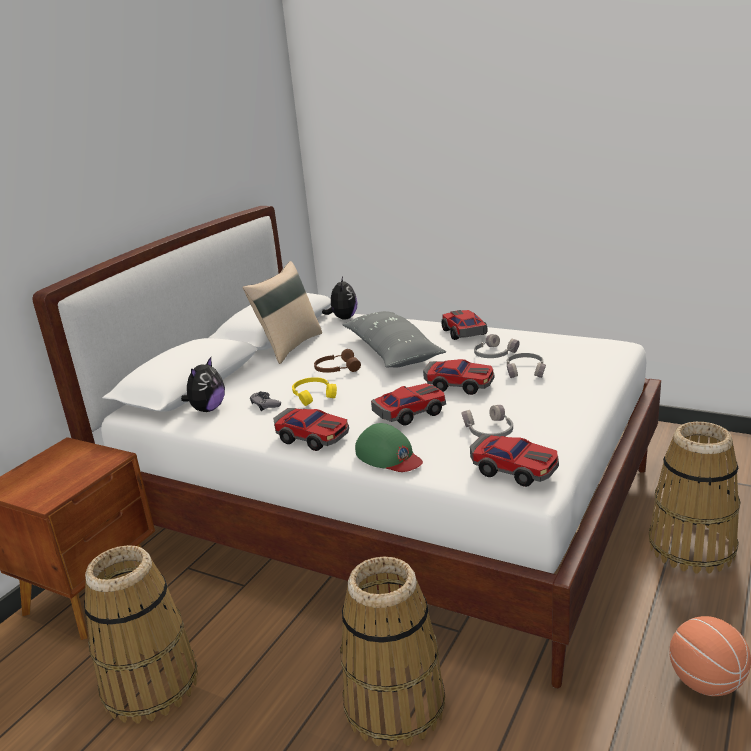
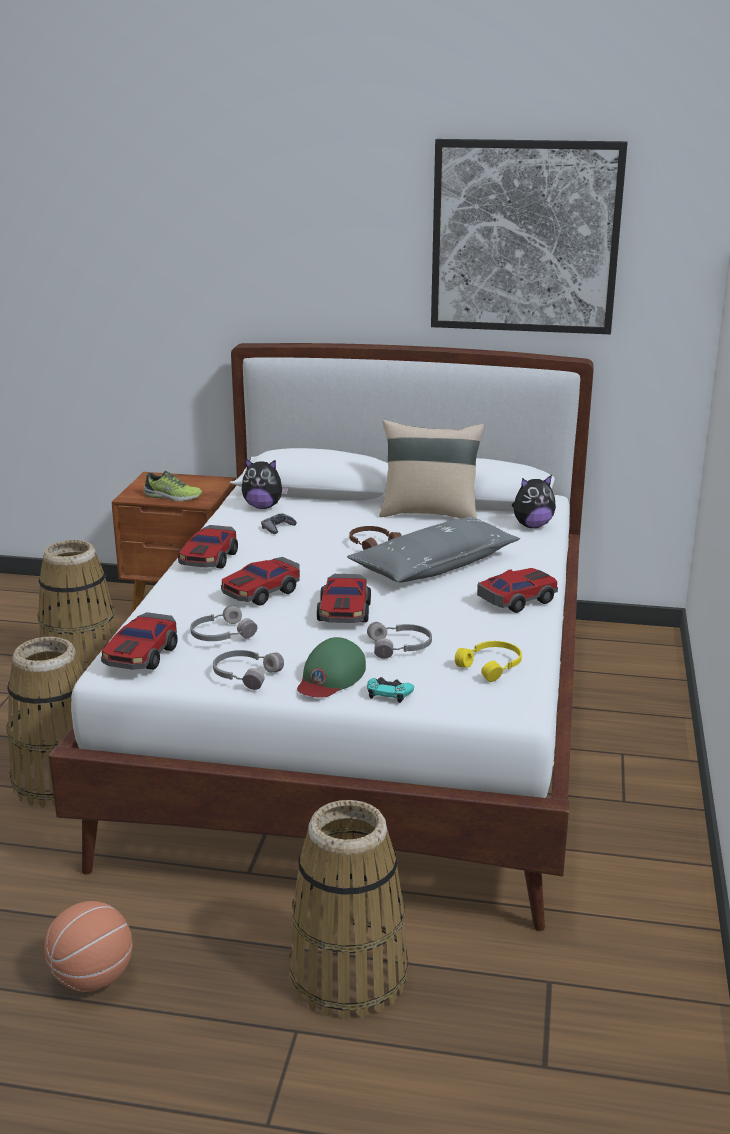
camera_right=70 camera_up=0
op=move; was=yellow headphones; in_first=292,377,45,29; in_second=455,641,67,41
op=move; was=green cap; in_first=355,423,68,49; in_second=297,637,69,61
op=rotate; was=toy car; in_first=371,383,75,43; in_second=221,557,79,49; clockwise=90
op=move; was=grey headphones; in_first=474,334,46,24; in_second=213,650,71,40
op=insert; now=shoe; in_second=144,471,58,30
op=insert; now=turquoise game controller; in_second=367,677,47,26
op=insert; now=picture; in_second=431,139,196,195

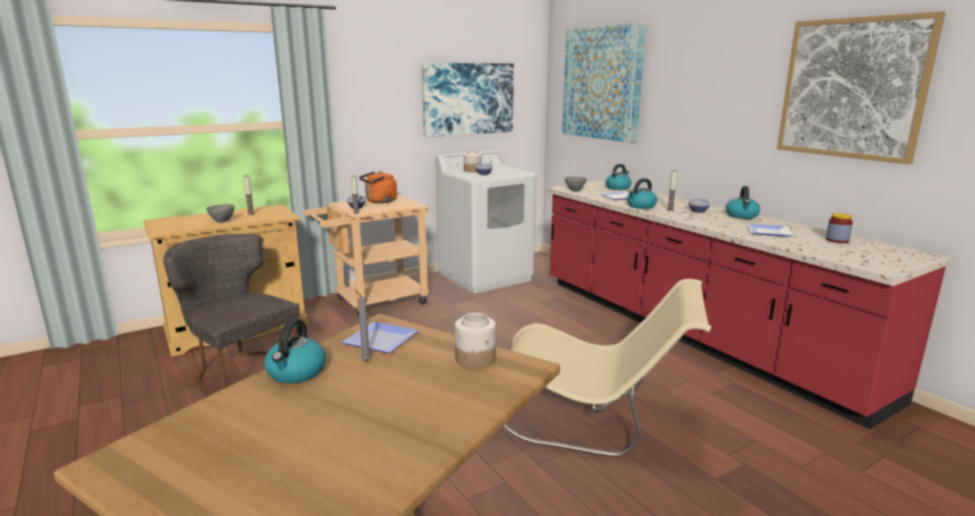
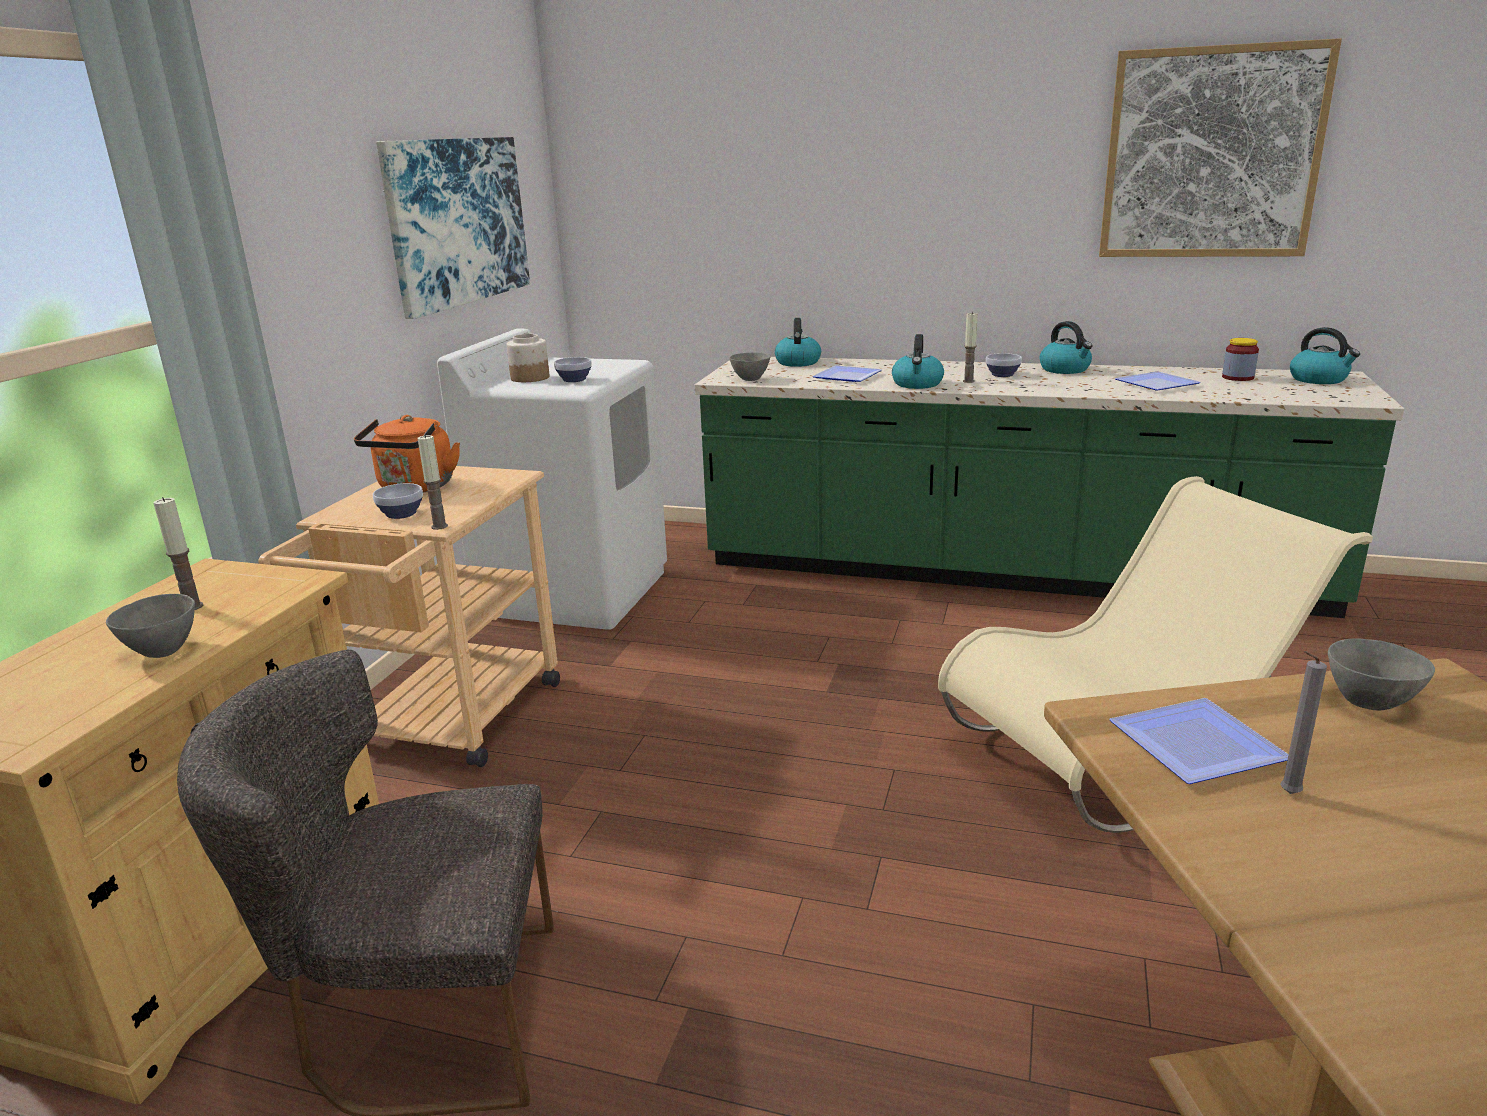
camera_right=-40 camera_up=5
op=move; was=kettle; in_first=264,318,62,65; in_second=1290,327,70,57
op=replace; was=jar; now=grey bowl; in_first=455,313,41,55; in_second=1328,638,107,73
op=recolor; was=red counter; now=green counter; in_first=548,181,402,248; in_second=695,357,709,261
op=delete; was=picture; in_first=562,22,84,121

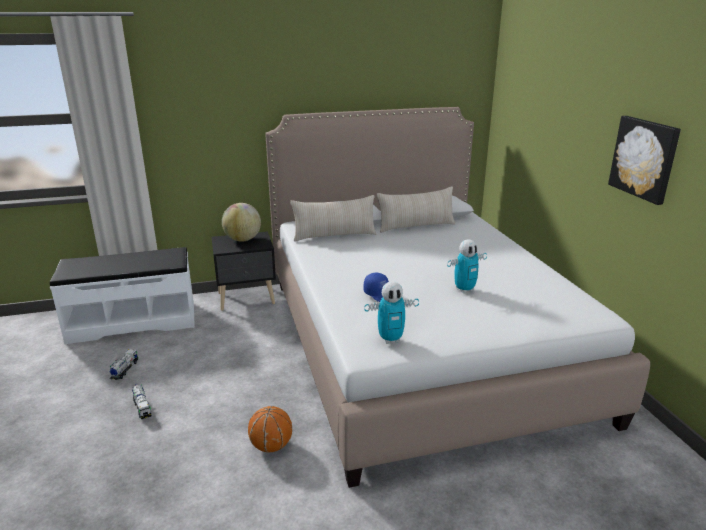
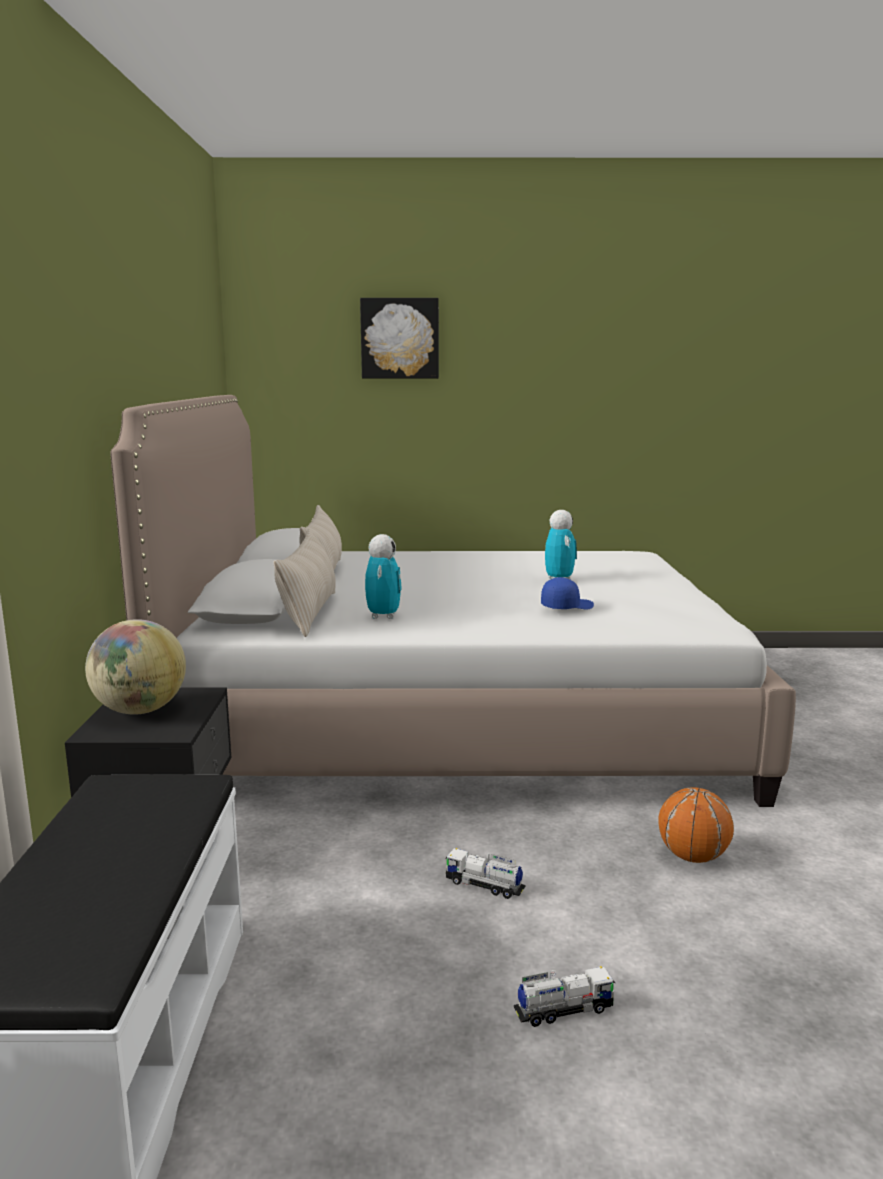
camera_right=-75 camera_up=-10
op=move; was=toy truck; in_first=109,349,29,31; in_second=445,848,80,51
op=move; was=toy robot; in_first=364,281,55,63; in_second=365,534,37,85
op=move; was=picture; in_first=608,116,73,89; in_second=360,298,79,81

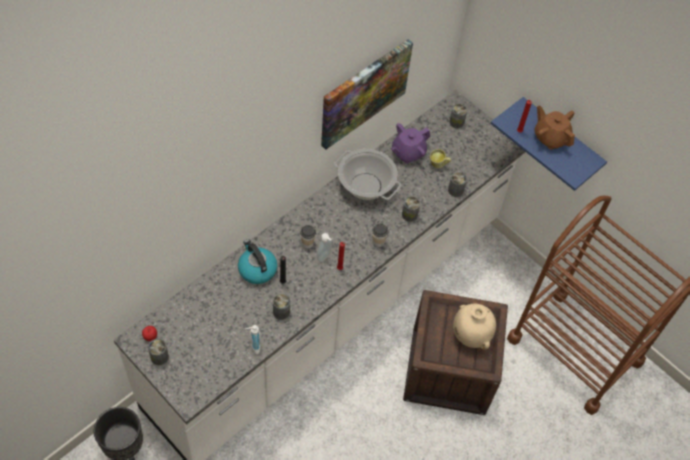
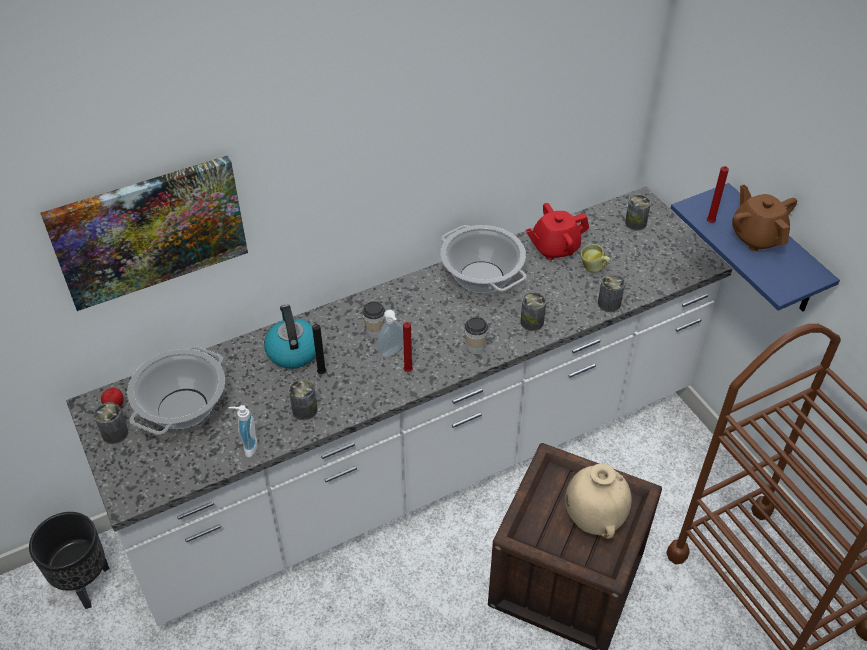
camera_right=20 camera_up=-10
op=move; was=picture; in_first=321,39,92,111; in_second=40,156,208,155
op=recolor; was=purple teapot; now=red teapot; in_first=391,123,39,41; in_second=526,203,63,57
op=insert; now=cooking pot; in_second=127,346,98,89

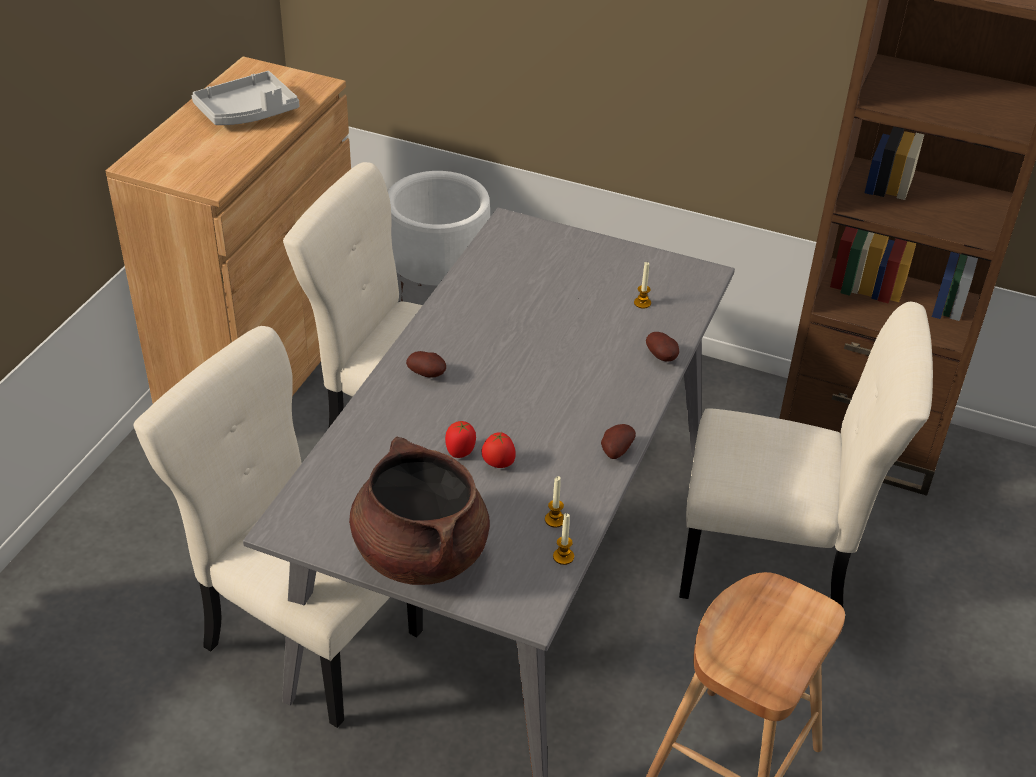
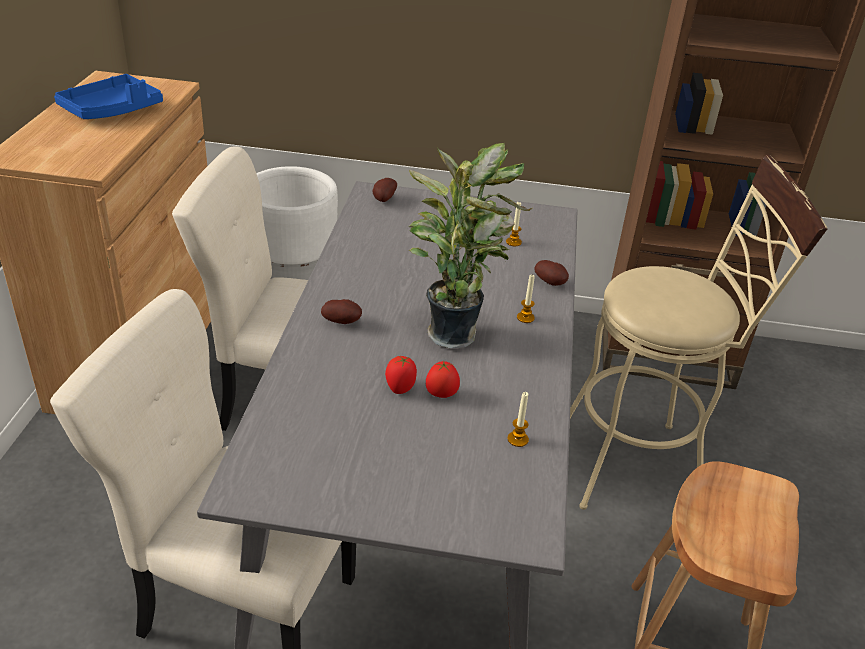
camera_right=-15 camera_up=-5
op=recolor; was=grey tray; now=blue tray; in_first=192,71,107,54; in_second=54,74,109,45
op=delete; was=brown cooking pot; in_first=349,437,141,148
op=move; was=candle; in_first=553,513,21,52; in_second=517,275,18,48
op=move; was=potato; in_first=601,424,35,35; in_second=373,178,24,24
op=replace; was=beige chair; now=beige stool; in_first=679,302,254,307; in_second=570,155,258,355
op=insert; now=potted plant; in_second=409,143,124,205

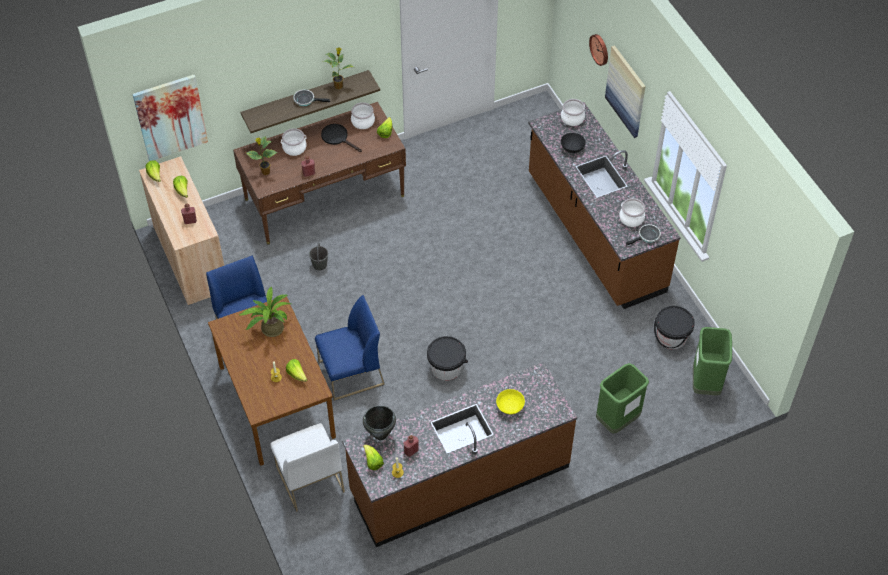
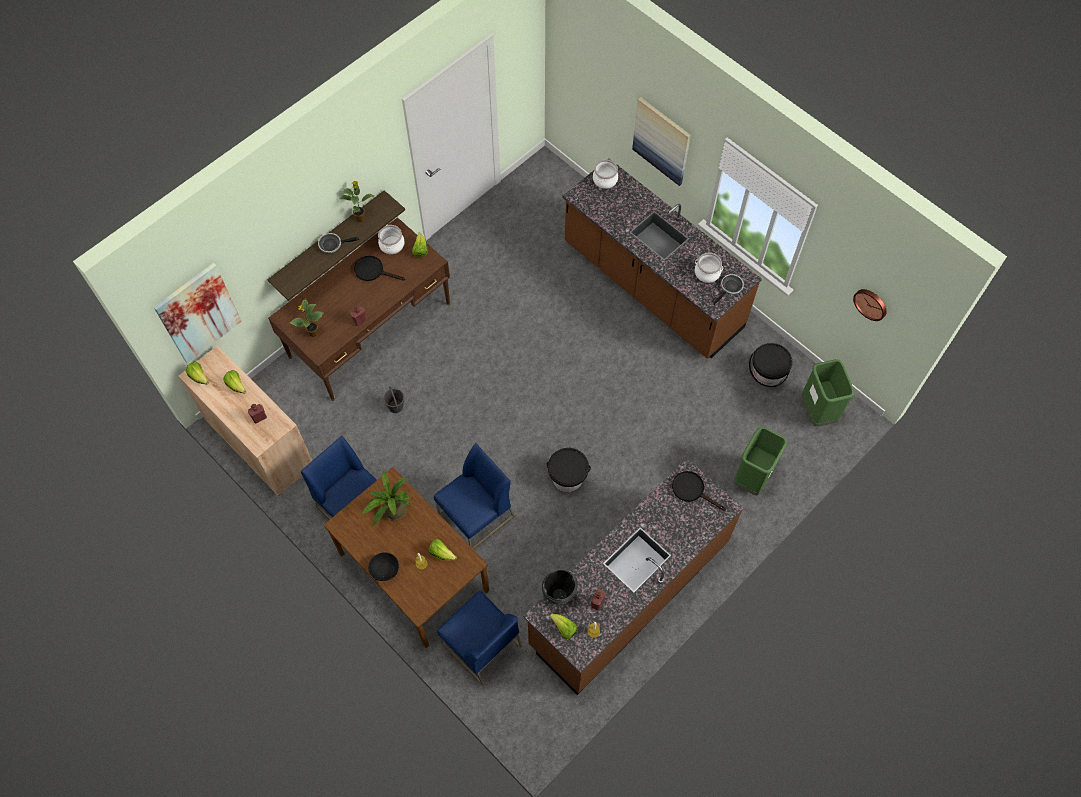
camera_right=-20 camera_up=10
op=recolor; was=white chair; now=blue chair; in_first=270,423,75,89; in_second=437,591,85,95
op=delete; was=cooking pot; in_first=281,128,26,28
op=delete; was=yellow bowl; in_first=496,389,29,25
op=move; was=black bowl; in_first=561,133,25,20; in_second=368,553,31,28
op=move; was=wall clock; in_first=589,34,19,32; in_second=853,289,34,32
op=insert; now=black frying pan; in_second=672,471,54,40

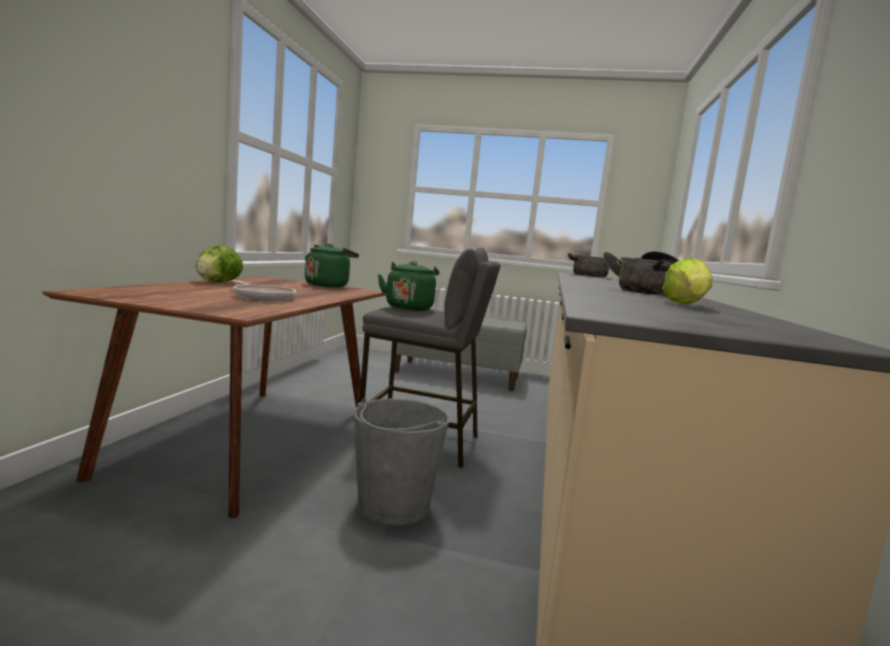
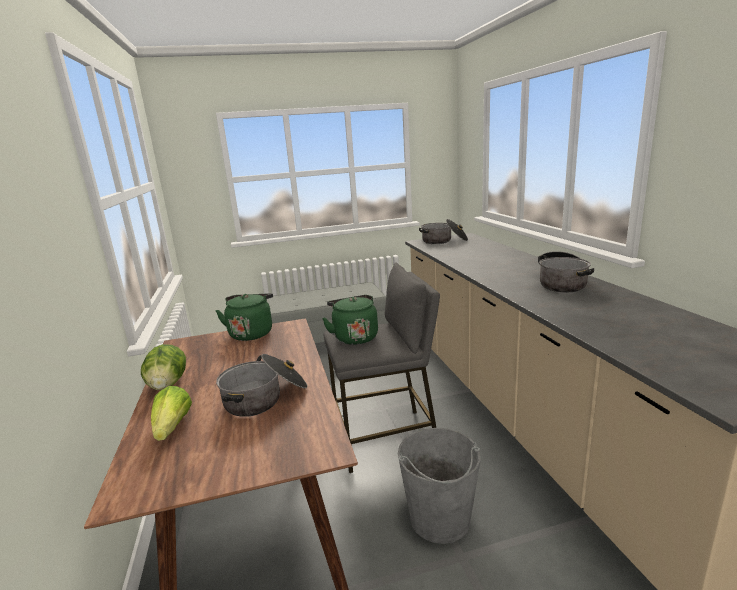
camera_right=-25 camera_up=10
op=replace; was=frying pan; now=cooking pot; in_first=231,280,65,21; in_second=216,354,92,63
op=move; was=lettuce; in_first=662,257,51,47; in_second=151,386,41,55

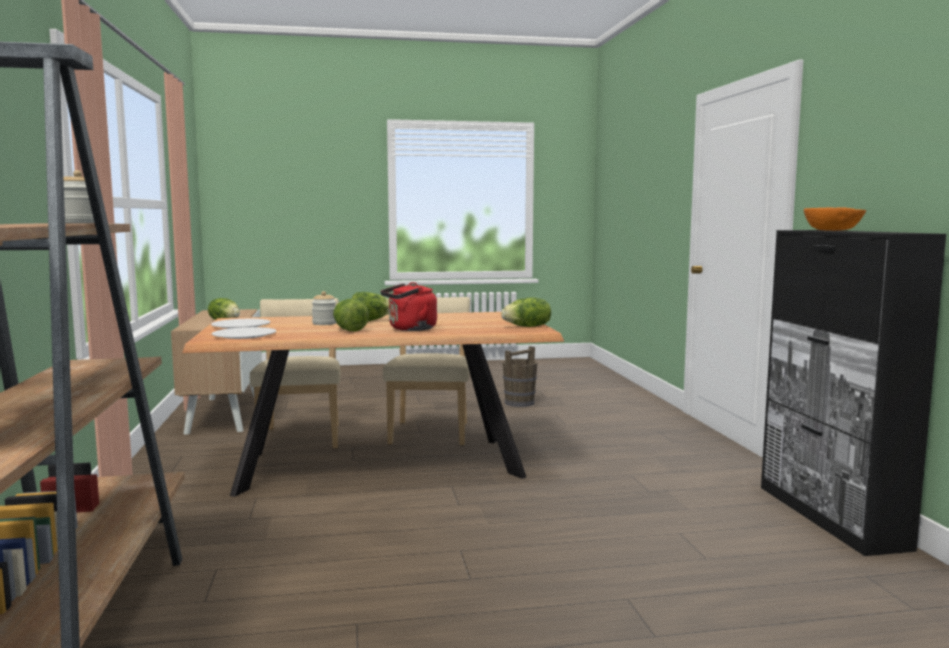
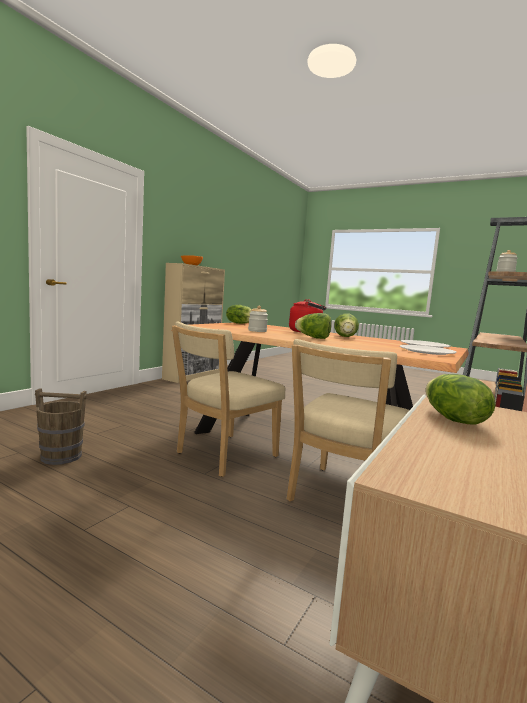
camera_right=-140 camera_up=0
op=move; was=jar; in_first=312,291,24,34; in_second=248,306,20,26
op=recolor; was=black cabinet; now=beige cabinet; in_first=761,230,185,326; in_second=162,263,63,120

